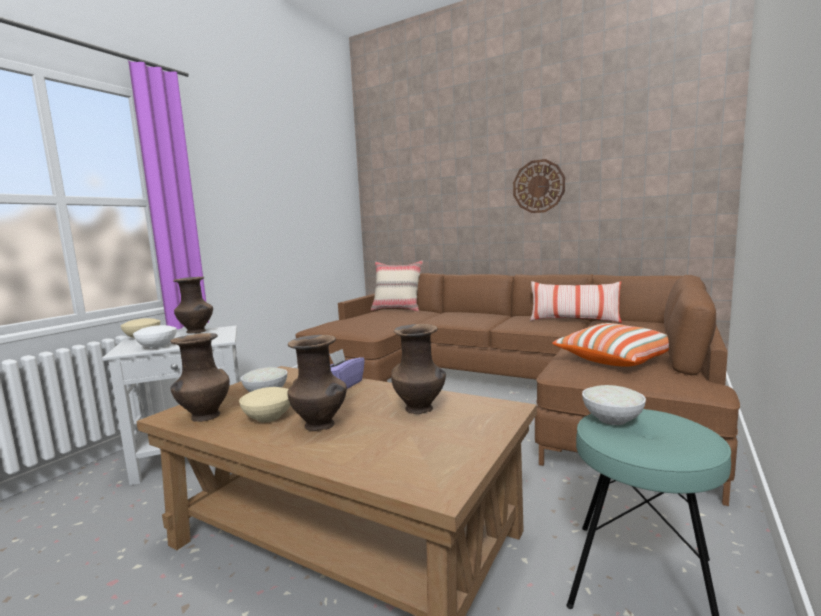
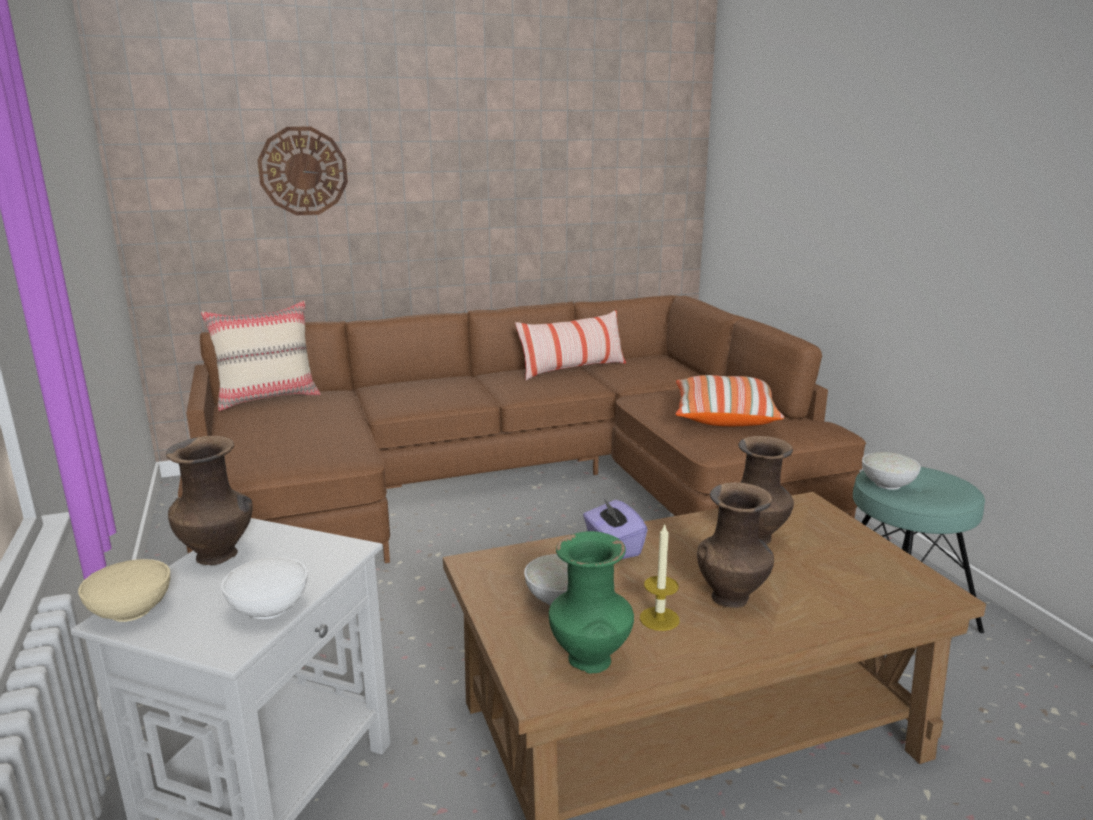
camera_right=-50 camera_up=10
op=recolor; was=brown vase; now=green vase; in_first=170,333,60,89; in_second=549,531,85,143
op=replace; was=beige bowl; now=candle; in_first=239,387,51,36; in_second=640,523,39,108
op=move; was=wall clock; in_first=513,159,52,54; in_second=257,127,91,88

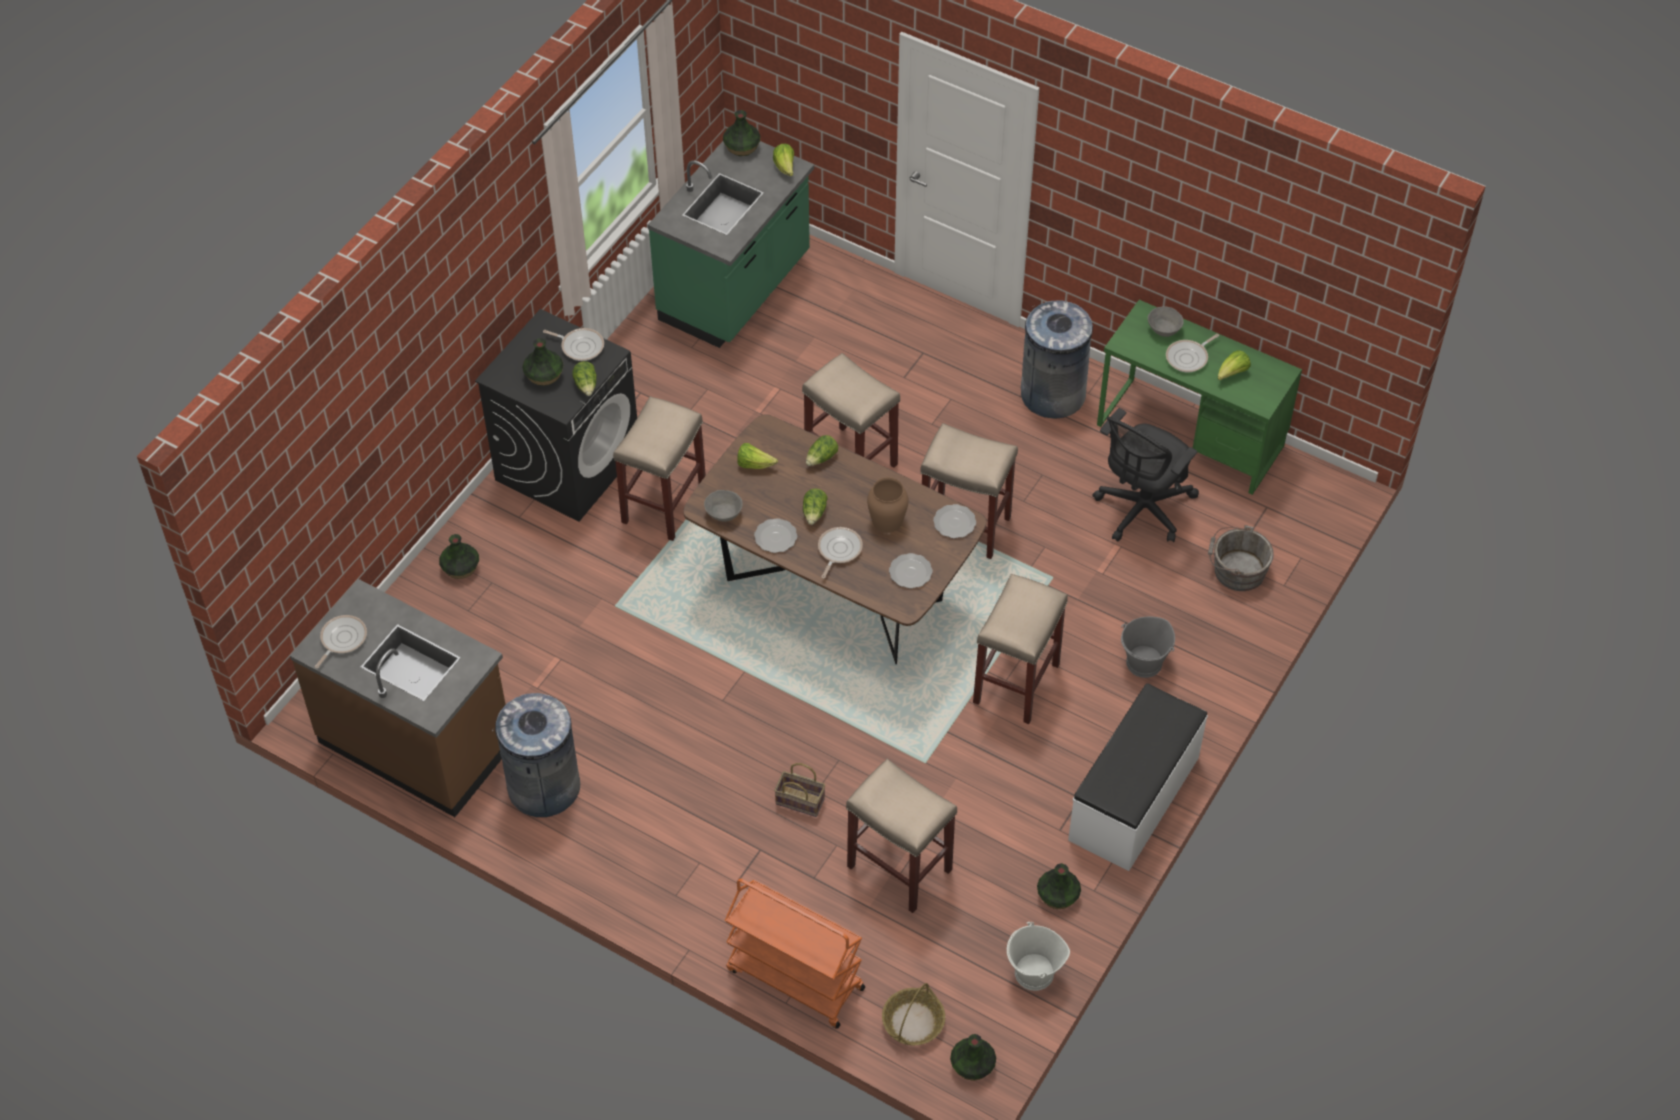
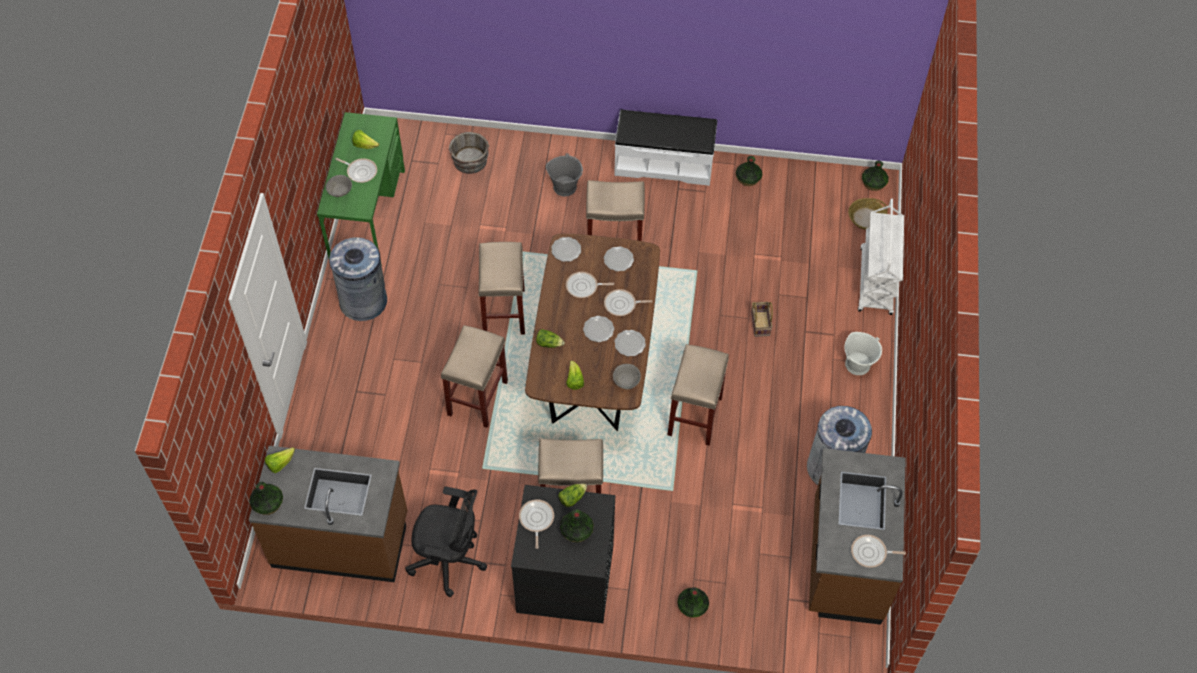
camera_right=-115 camera_up=5
op=recolor; was=green counter; now=brown counter; in_first=648,141,166,207; in_second=249,446,159,136
op=recolor; was=orange cart; now=white cart; in_first=725,878,140,151; in_second=858,199,46,116
op=replace; was=lettuce; now=plate; in_first=803,488,25,37; in_second=583,316,31,26
op=move; was=beige stool; in_first=846,759,111,154; in_second=667,344,62,102
op=replace; was=brown vase; now=frying pan; in_first=867,477,42,56; in_second=566,272,48,26
op=move; was=white bucket; in_first=1007,922,63,69; in_second=844,332,38,43
op=move; was=black office chair; in_first=1093,408,106,134; in_second=405,486,82,111

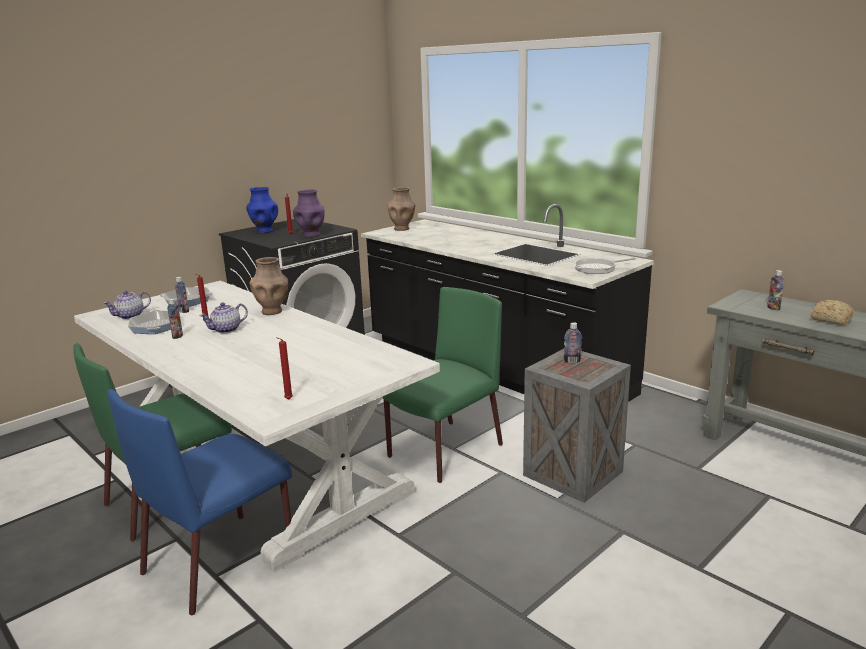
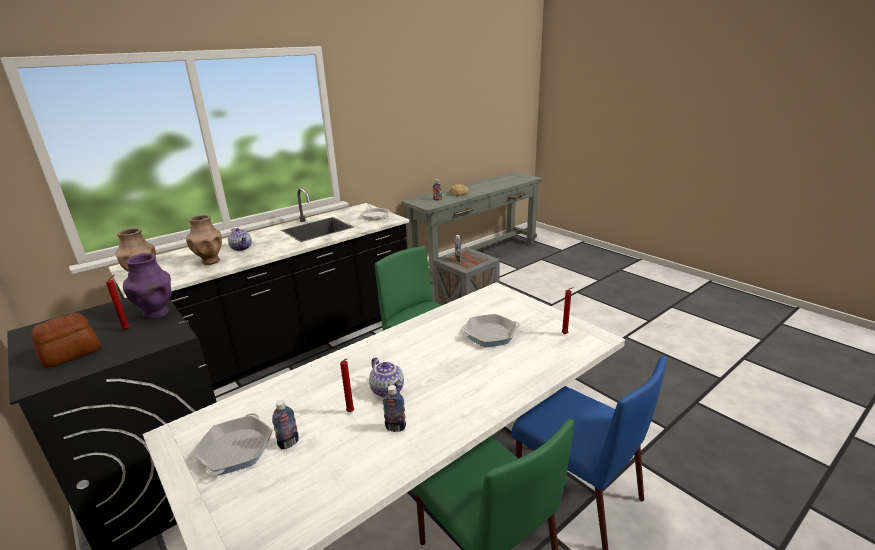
camera_right=-85 camera_up=5
op=move; was=teapot; in_first=104,291,47,28; in_second=228,228,24,23
op=move; was=frying pan; in_first=128,310,52,24; in_second=460,314,60,33
op=replace; was=blue vase; now=bread; in_first=246,187,32,46; in_second=31,313,69,55
op=move; was=brown vase; in_first=250,257,38,58; in_second=186,215,36,50

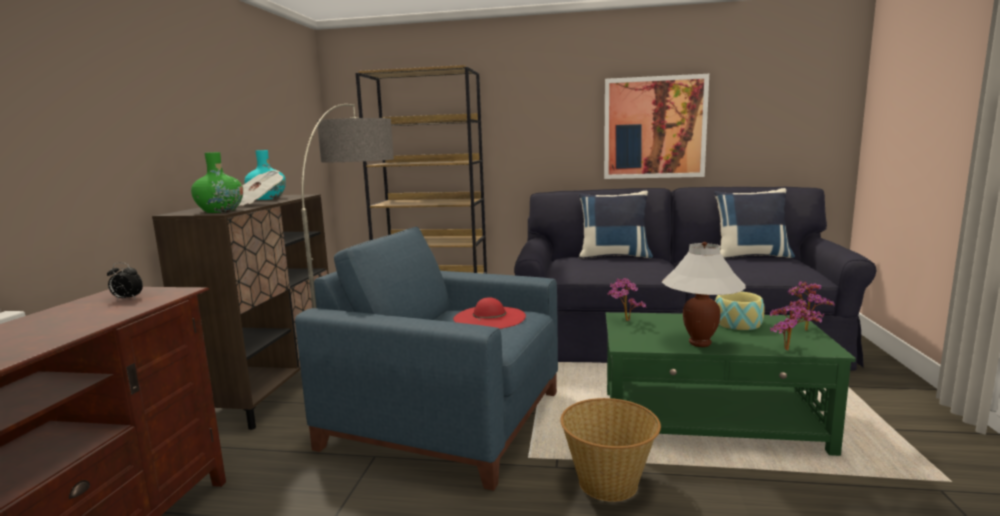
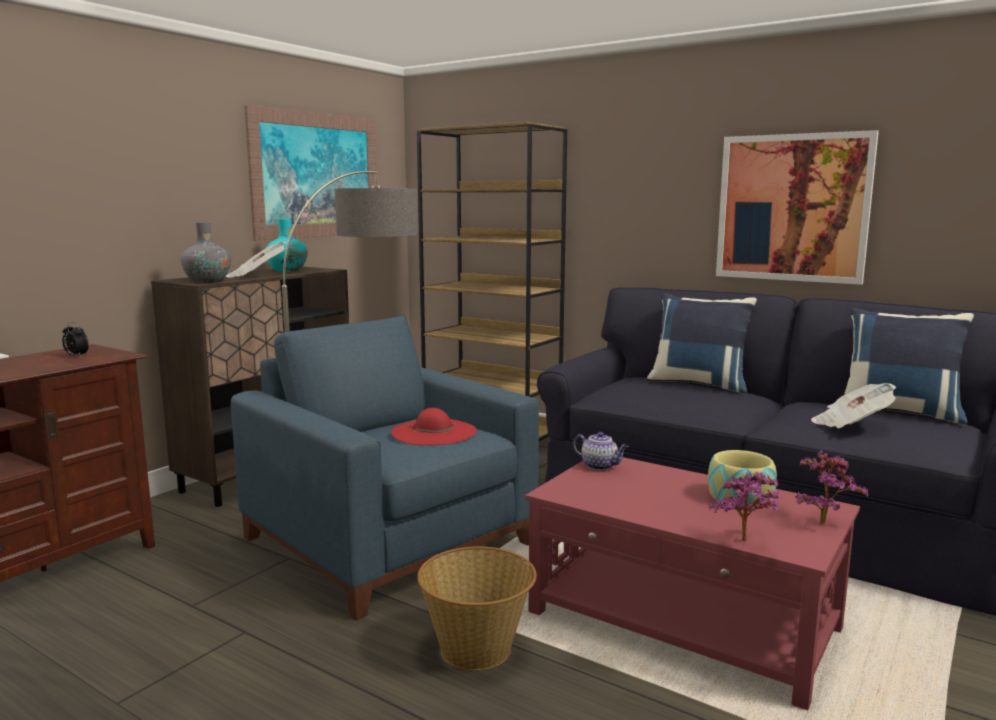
camera_right=25 camera_up=0
op=recolor; was=green vase; now=grey vase; in_first=191,152,52,61; in_second=181,222,50,61
op=recolor; was=green coffee table; now=red coffee table; in_first=606,312,250,144; in_second=525,457,335,253
op=replace; was=potted plant; now=teapot; in_first=608,278,38,43; in_second=573,432,55,38
op=delete; was=white table lamp; in_first=662,242,84,105
op=insert; now=picture; in_second=244,105,133,135
op=insert; now=newspaper; in_second=811,383,86,45

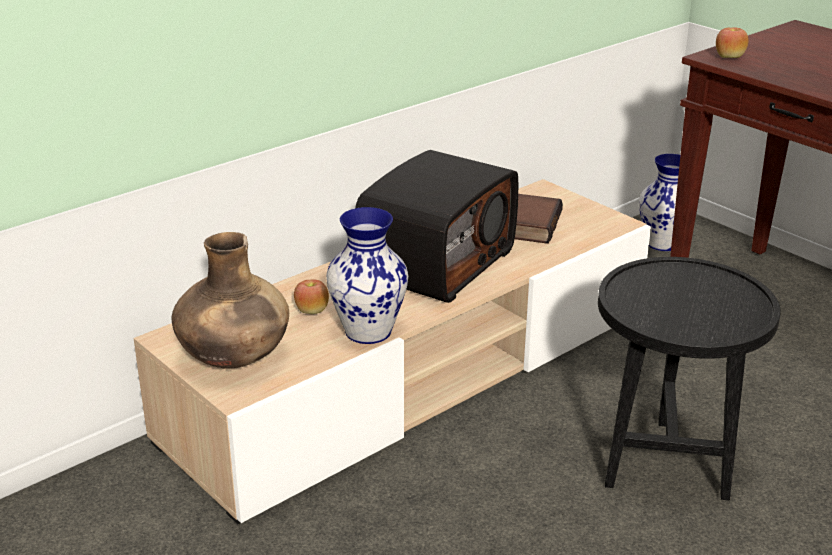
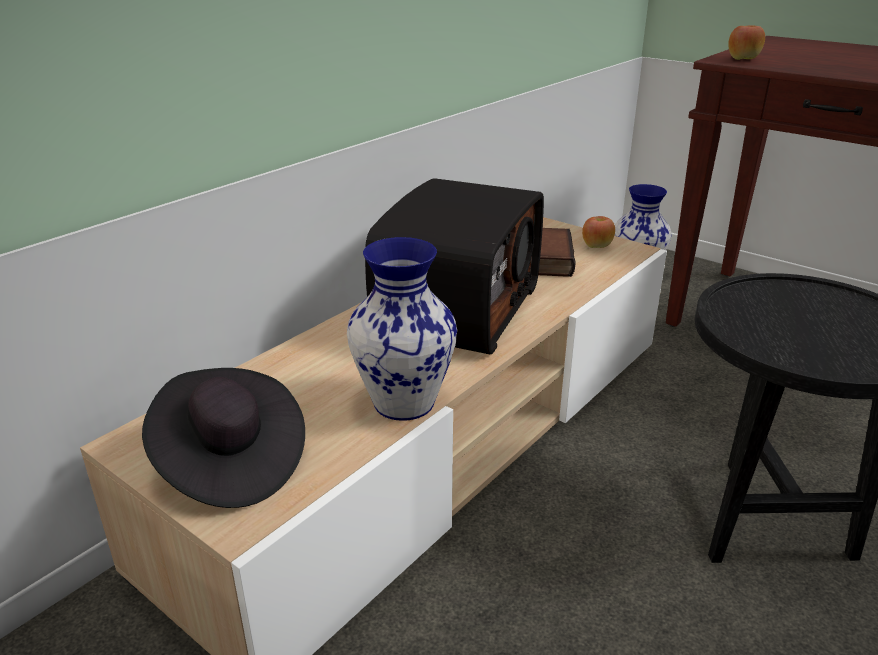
camera_right=-10 camera_up=0
op=replace; was=brown vase; now=black hat; in_first=172,232,117,137; in_second=142,368,163,140
op=move; was=apple; in_first=294,280,35,34; in_second=582,216,33,32

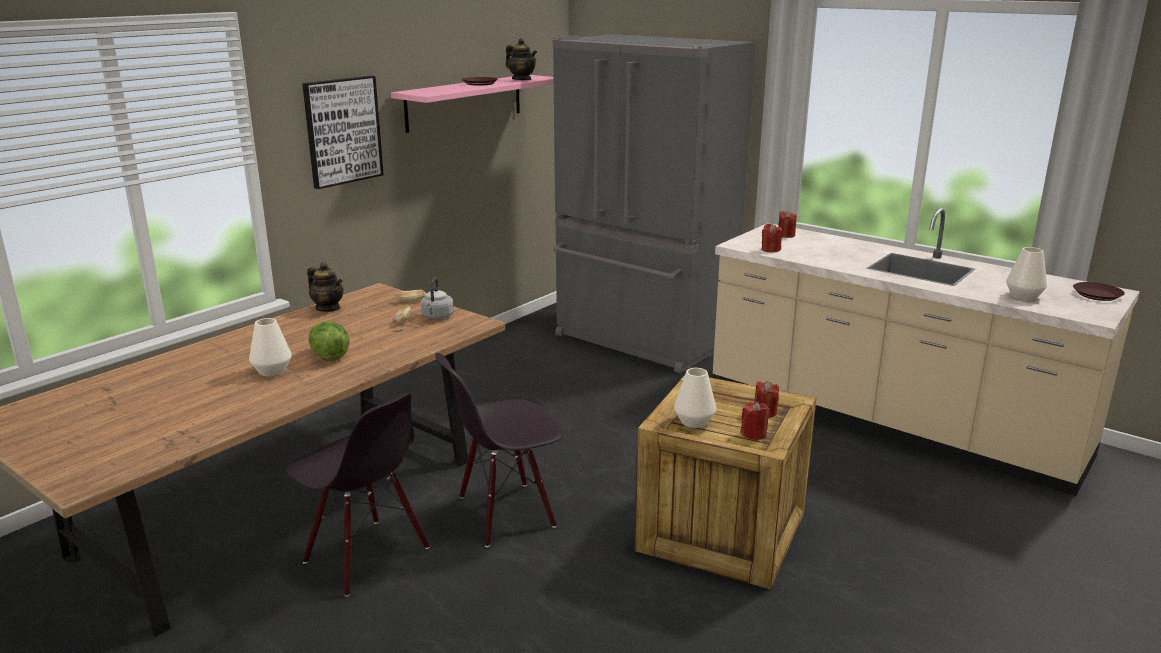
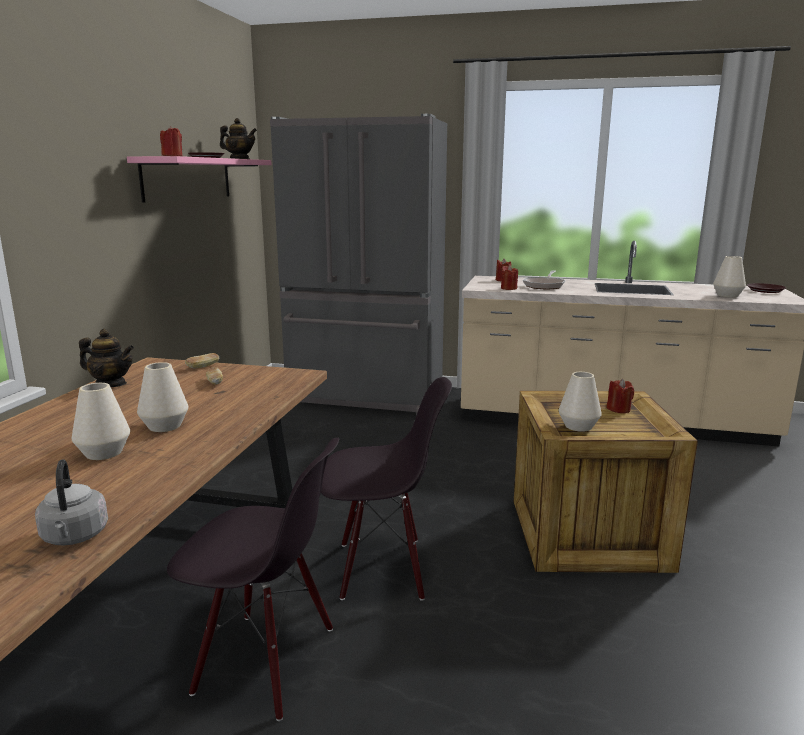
camera_right=-25 camera_up=-5
op=delete; was=picture; in_first=302,76,82,113
op=replace; was=lettuce; now=white vase; in_first=309,321,40,40; in_second=137,362,51,70
op=move; was=grey kettle; in_first=421,277,33,42; in_second=35,459,73,86
op=rotate; was=black chair; in_first=435,353,129,194; in_second=321,377,131,224; clockwise=-135
op=move; was=red candle; in_first=740,402,30,38; in_second=160,126,22,30
op=insert; now=frying pan; in_second=523,270,43,20

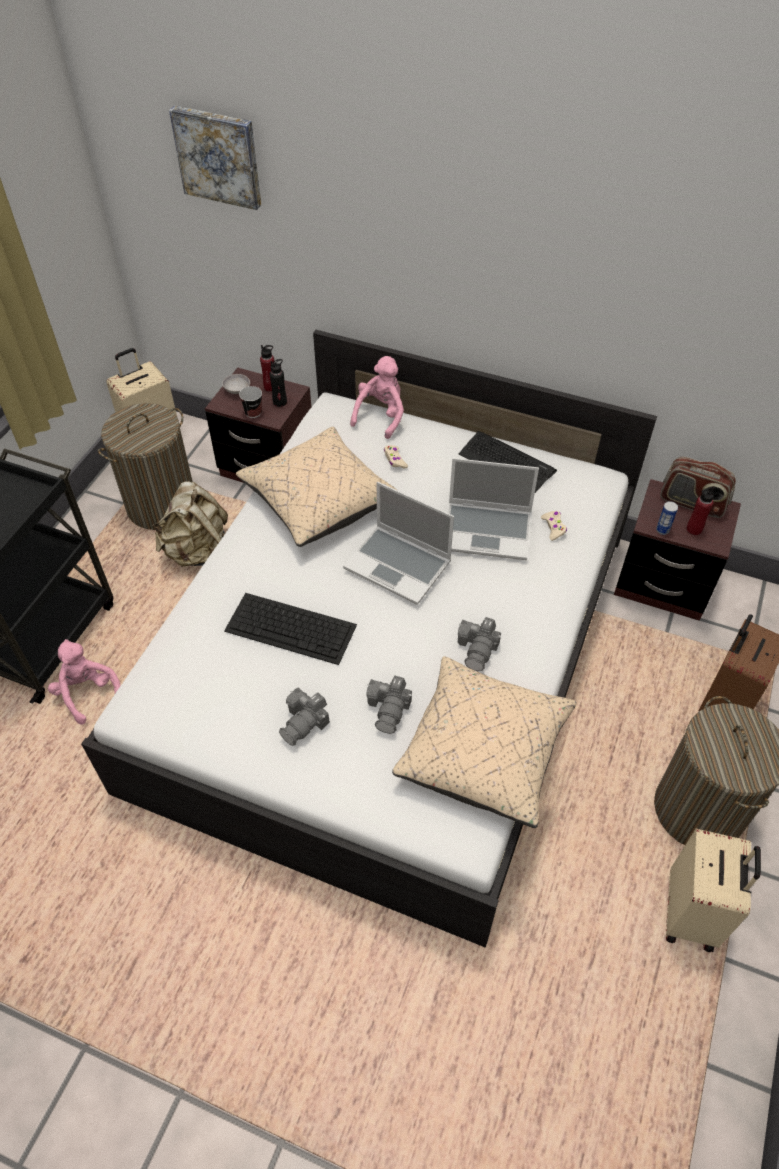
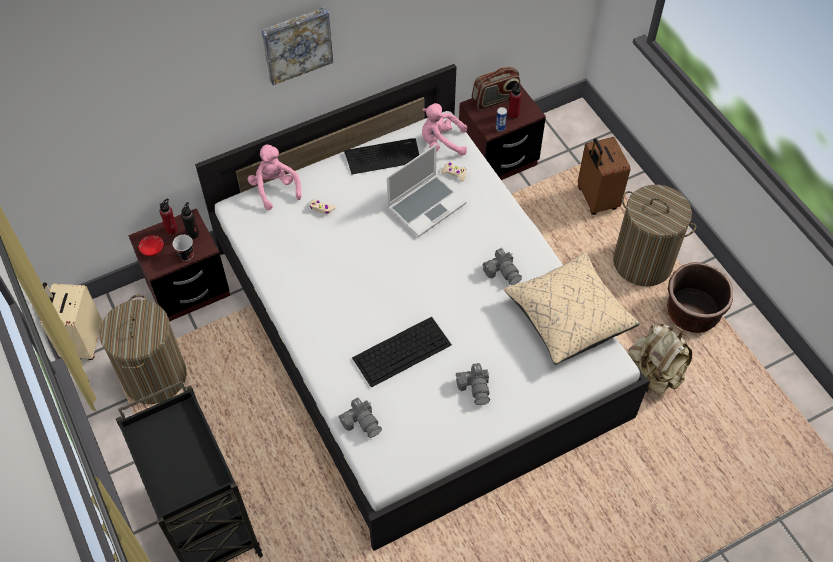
camera_right=-50 camera_up=5
op=move; was=pink plush toy; in_first=48,639,73,86; in_second=422,103,45,53
op=move; was=beige backpack; in_first=152,481,76,85; in_second=628,324,64,70
op=move; was=picture; in_first=169,106,92,104; in_second=261,7,72,78
op=recolor; was=grey bowl; now=red bowl; in_first=222,374,28,20; in_second=139,235,25,21
op=delete; was=beige pillow; in_first=236,427,161,120
op=delete; was=laptop; in_first=343,482,111,123
op=move; was=photo camera; in_first=367,676,45,58; in_second=338,397,44,41
op=replace; was=beige suitcase; now=brown planter; in_first=666,829,95,123; in_second=667,262,66,71

